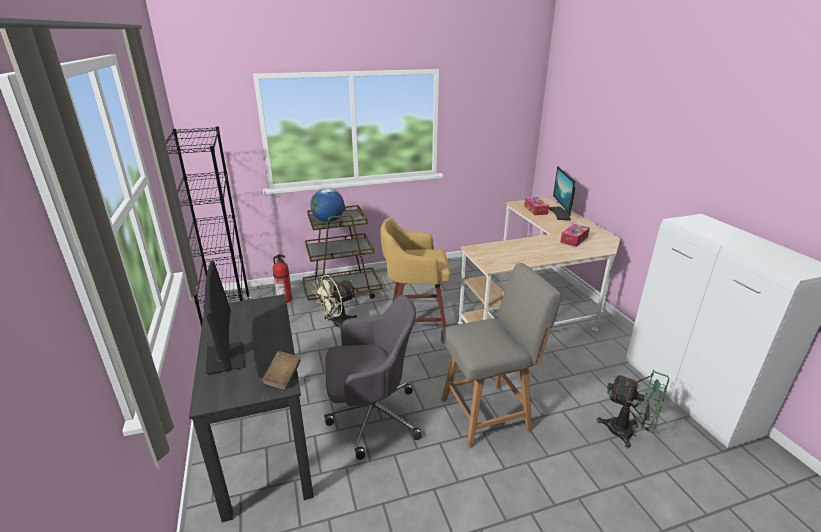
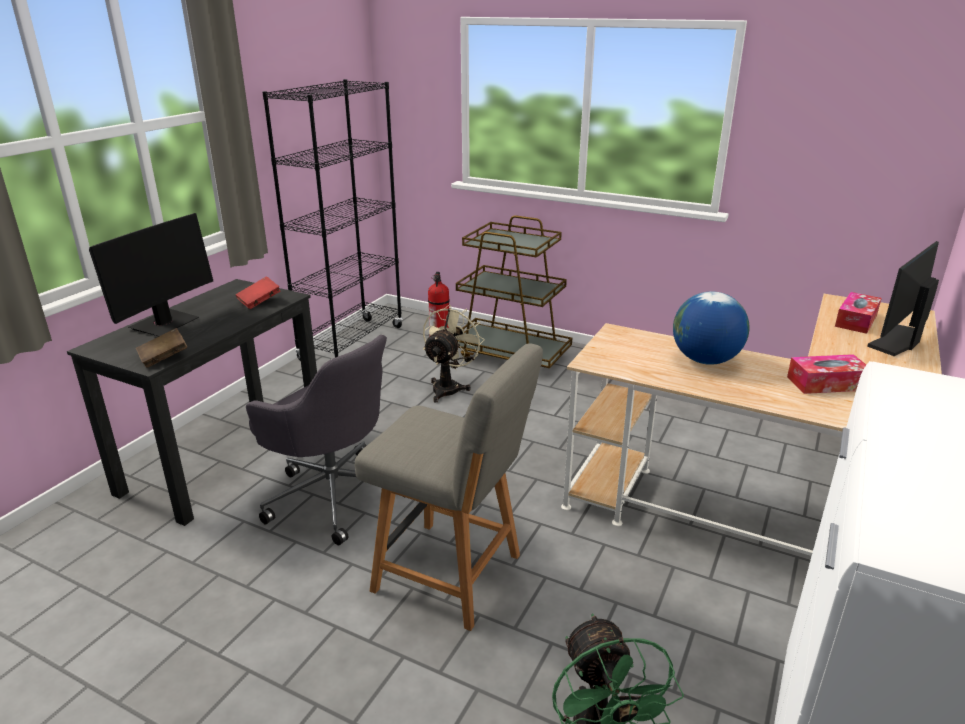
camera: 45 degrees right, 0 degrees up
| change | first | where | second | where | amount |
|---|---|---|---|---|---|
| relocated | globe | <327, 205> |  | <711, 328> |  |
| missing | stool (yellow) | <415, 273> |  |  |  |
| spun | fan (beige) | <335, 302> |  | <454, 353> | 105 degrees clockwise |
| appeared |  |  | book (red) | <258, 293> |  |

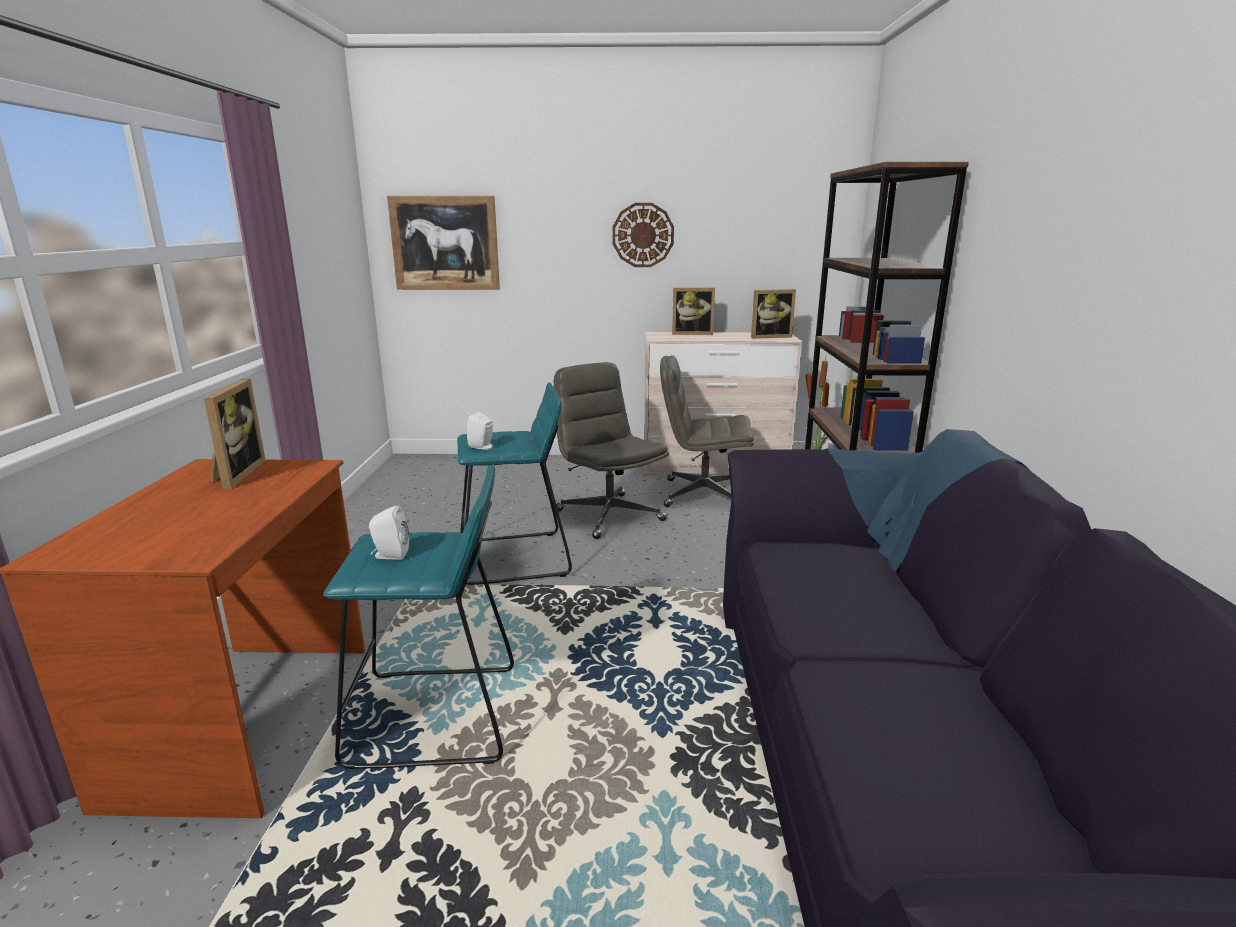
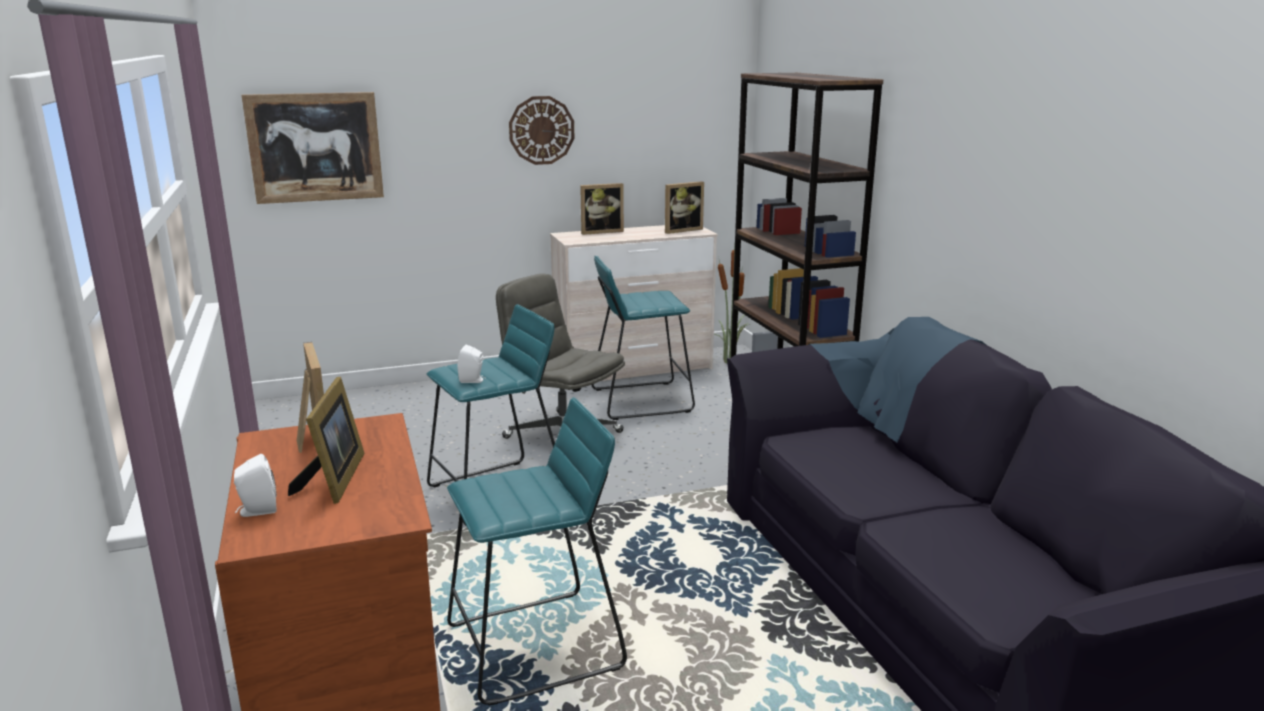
camera: 20 degrees left, 0 degrees up
| change | first | where | second | where | amount |
|---|---|---|---|---|---|
| exchanged | office chair (grey) | <707, 431> | stool (turquoise) | <643, 338> |  |
| relocated | speaker (white) | <389, 532> |  | <255, 485> |  |
| appeared |  |  | picture frame | <326, 440> |  |

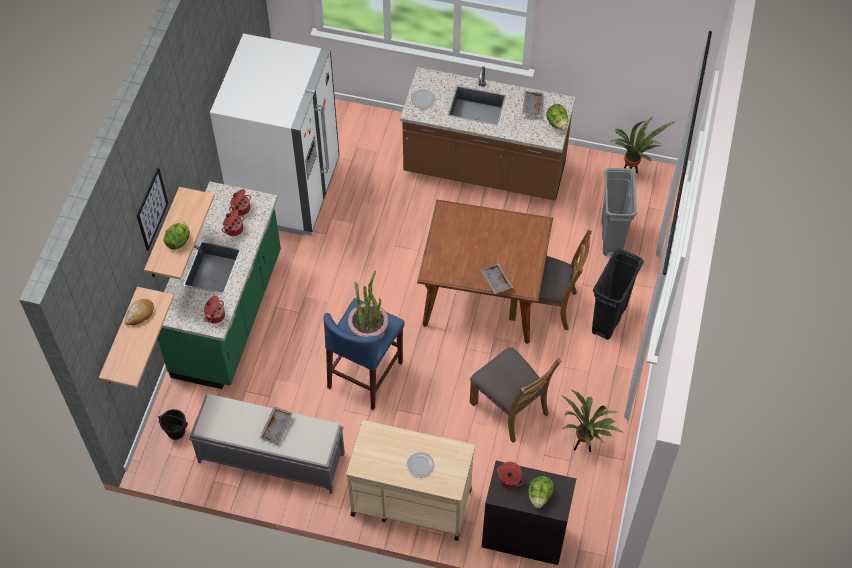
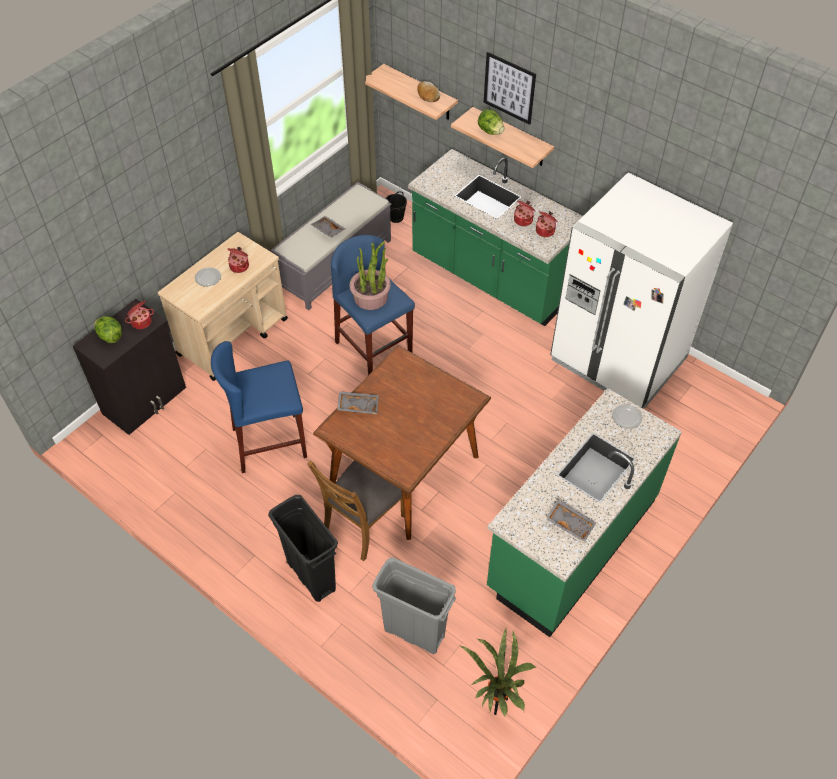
camera: 115 degrees right, 5 degrees down
| change | first | where | second | where | amount |
|---|---|---|---|---|---|
| colour | counter (brown) | <487, 133> | counter (green) | <584, 512> |  |
| missing | lettuce | <557, 117> |  |  |  |
| relocated | cooking pot | <214, 310> |  | <238, 260> |  |
| exchanged | chair (brown) | <515, 395> | stool (blue) | <259, 407> |  |
| missing | potted plant | <591, 421> |  |  |  |

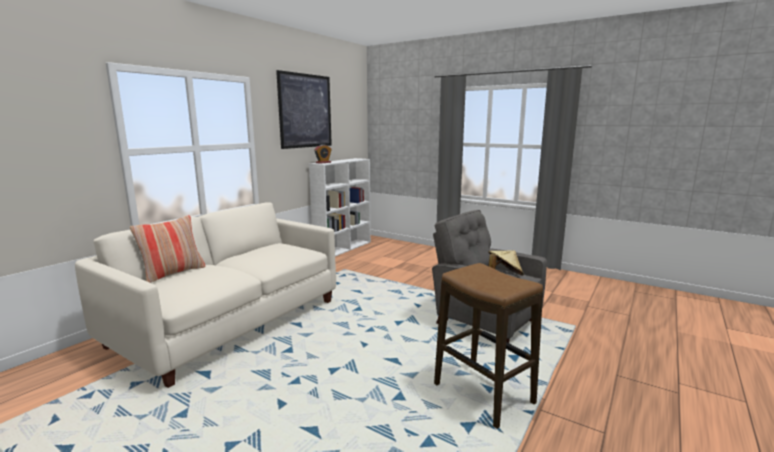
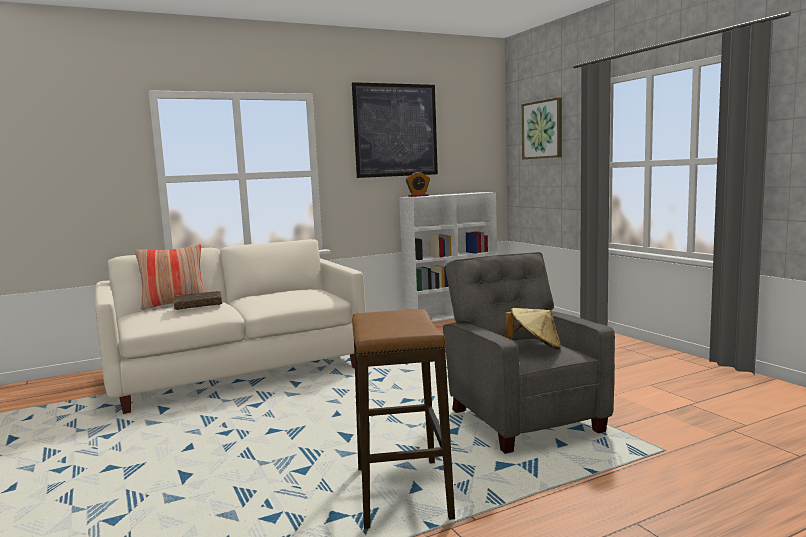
camera: 30 degrees right, 5 degrees down
| change | first | where | second | where | amount |
|---|---|---|---|---|---|
| appeared |  |  | picture | <542, 128> |  |
| appeared |  |  | book (brown) | <197, 300> |  |

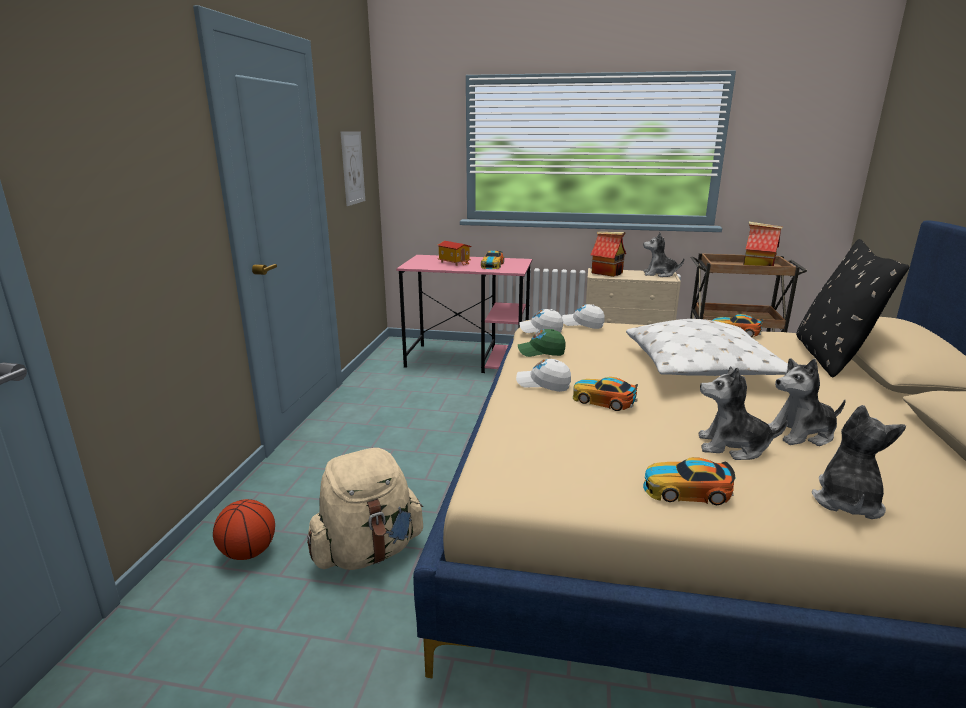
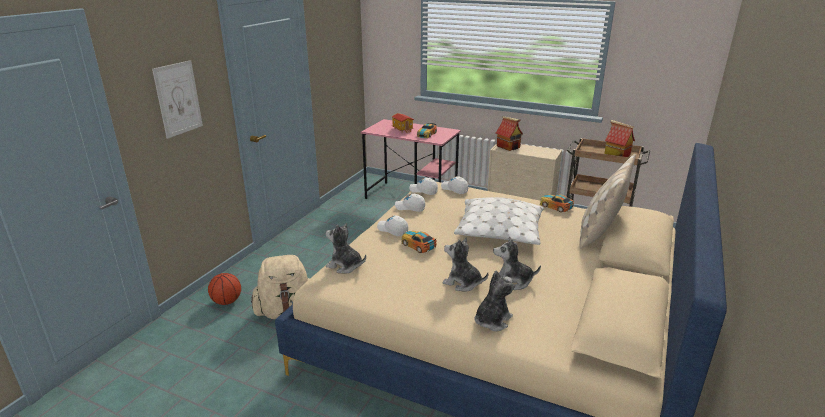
camera: 15 degrees right, 5 degrees up
| change | first | where | second | where | amount |
|---|---|---|---|---|---|
| relocated | picture | <352, 168> |  | <177, 99> |  |
| relocated | plush toy | <663, 254> |  | <345, 248> |  |
| colour | pillow (black) | <852, 308> | pillow (beige) | <608, 201> |  |
| colour | cap (green) | <541, 343> | cap (white) | <410, 203> |  |
| missing | toy car | <689, 481> |  |  |  |

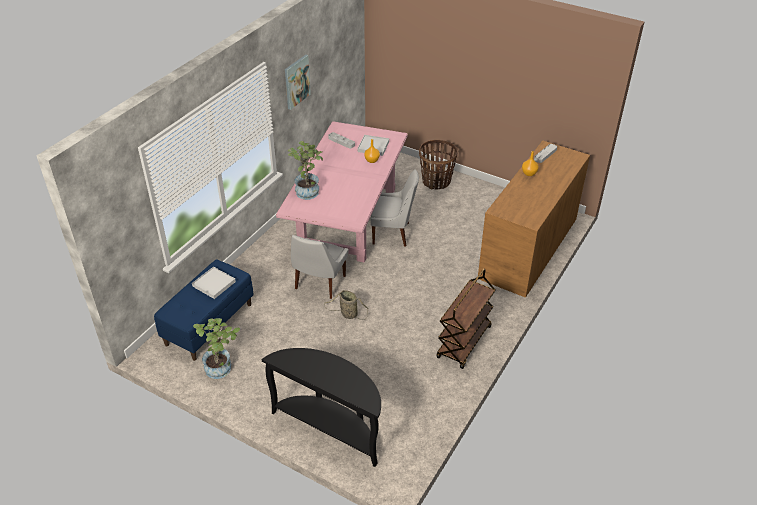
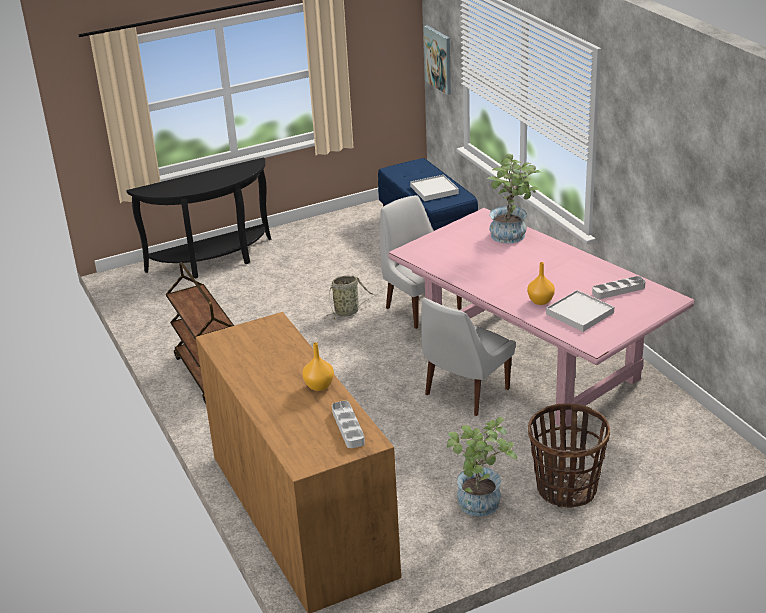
camera: 125 degrees right, 10 degrees down
| change | first | where | second | where | amount |
|---|---|---|---|---|---|
| relocated | picture | <298, 82> |  | <437, 60> |  |
| relocated | potted plant | <216, 348> |  | <482, 466> |  |

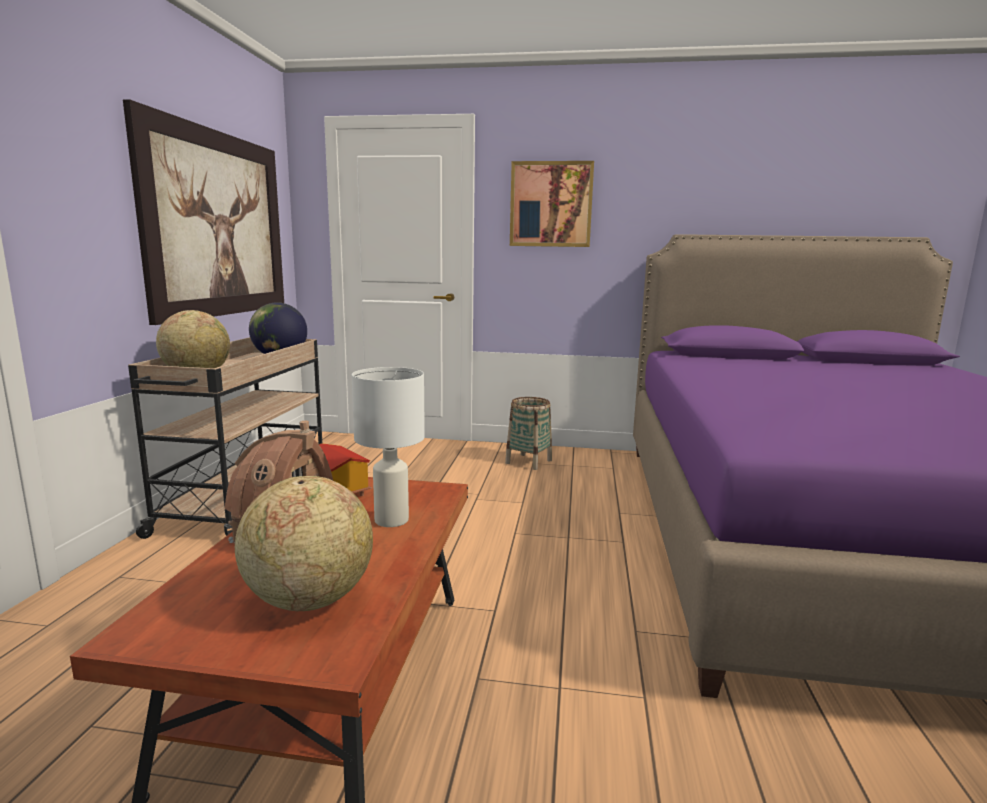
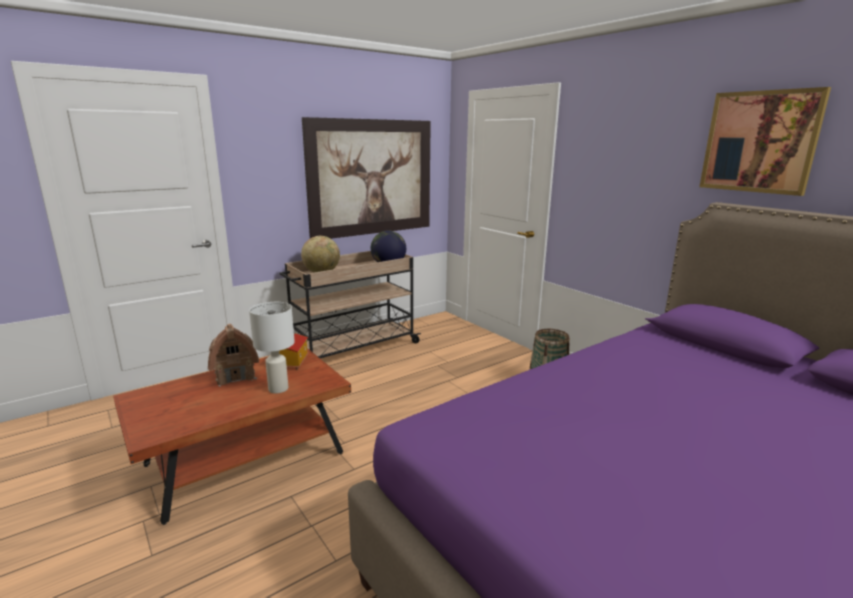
camera: 45 degrees right, 5 degrees up
| change | first | where | second | where | amount |
|---|---|---|---|---|---|
| relocated | picture | <552, 204> |  | <765, 141> |  |
| missing | globe | <304, 543> |  |  |  |

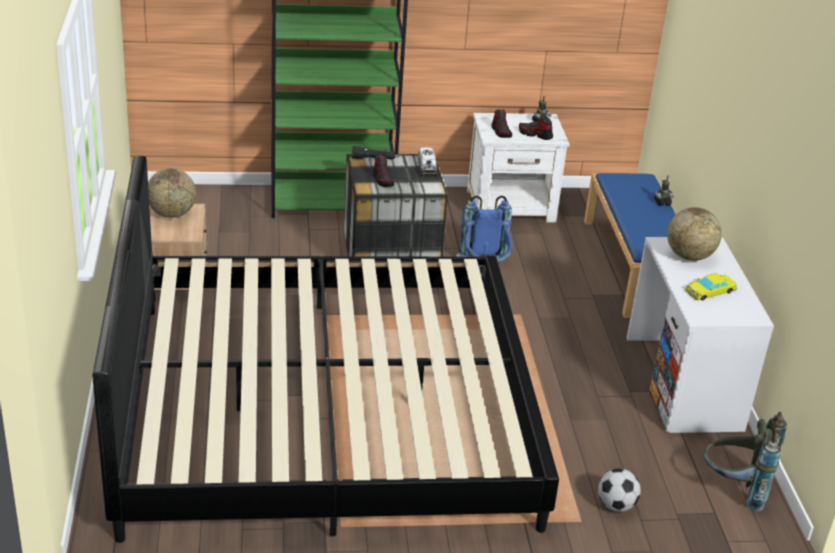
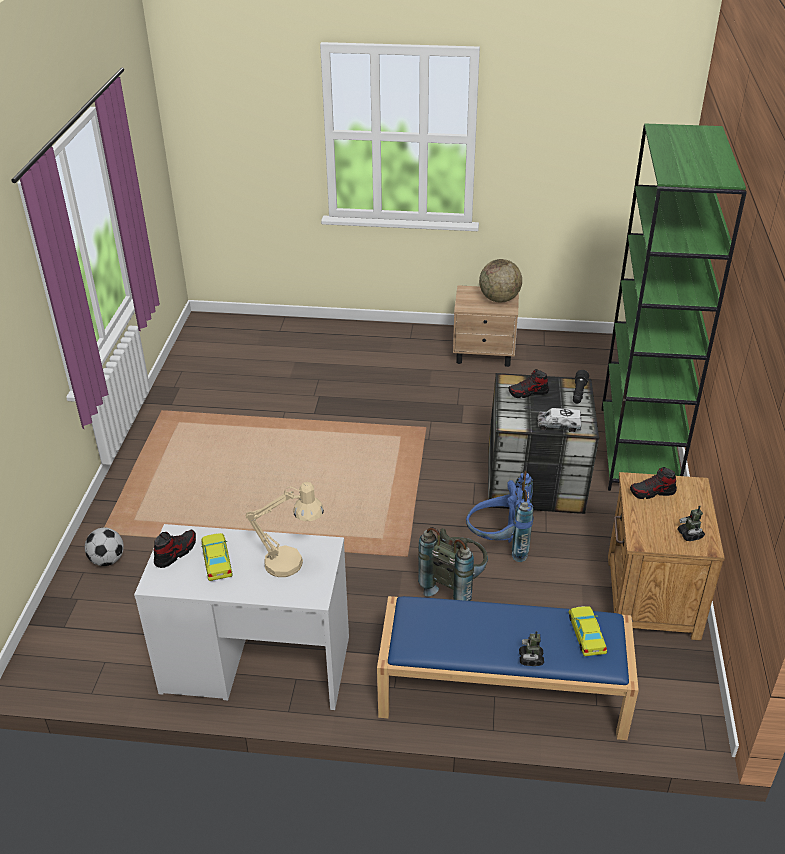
camera: 105 degrees right, 5 degrees up
| change | first | where | second | where | amount |
|---|---|---|---|---|---|
| colour | nightstand (white) | <518, 167> | nightstand (brown) | <666, 556> |  |
| relocated | shoe | <536, 127> |  | <175, 548> |  |
| missing | bed | <325, 349> |  |  |  |
| exchanged | globe | <694, 234> | table lamp (beige) | <284, 529> |  |
| relocated | backpack (grey) | <745, 462> |  | <453, 564> |  |
| appeared |  |  | toy car (yellow) | <587, 631> |  |

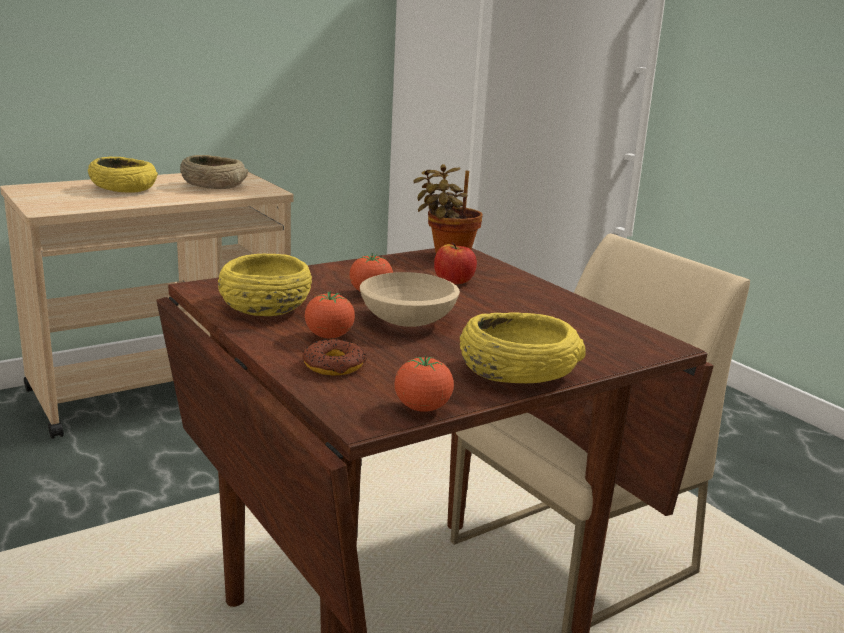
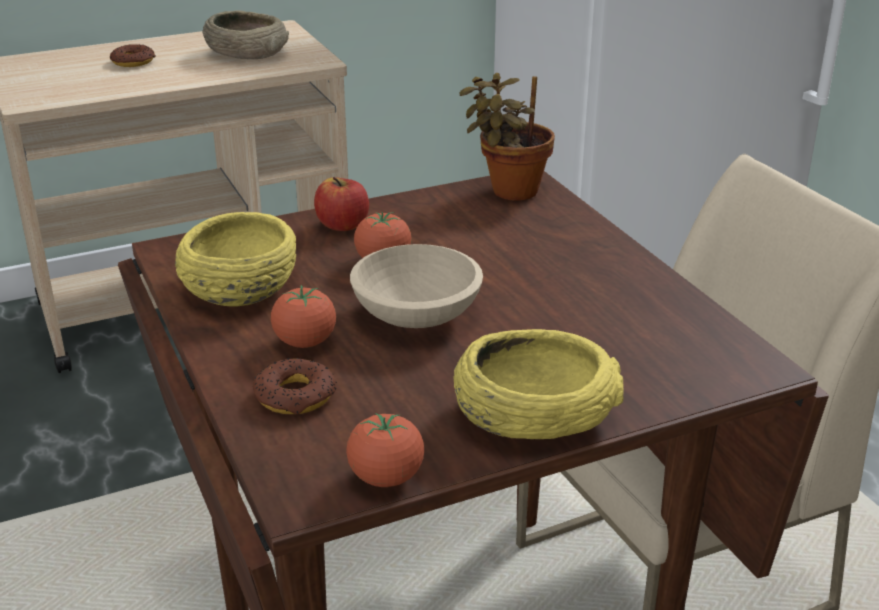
camera: 10 degrees right, 10 degrees up
| change | first | where | second | where | amount |
|---|---|---|---|---|---|
| exchanged | bowl (yellow) | <123, 175> | donut | <132, 55> |  |
| relocated | apple | <455, 263> |  | <341, 204> |  |

